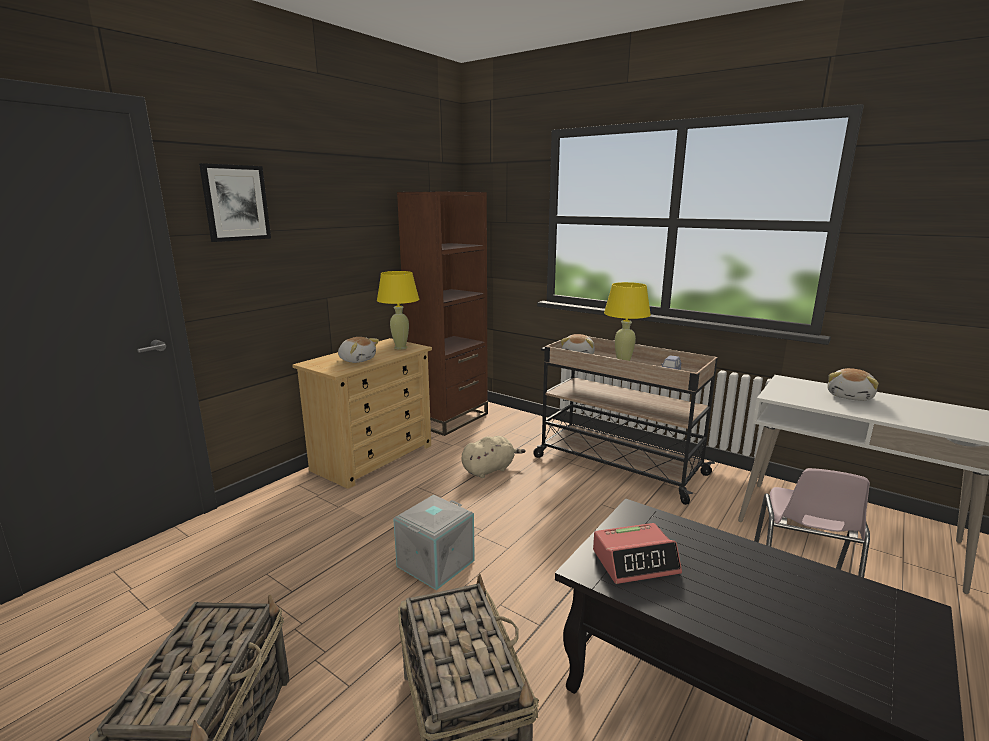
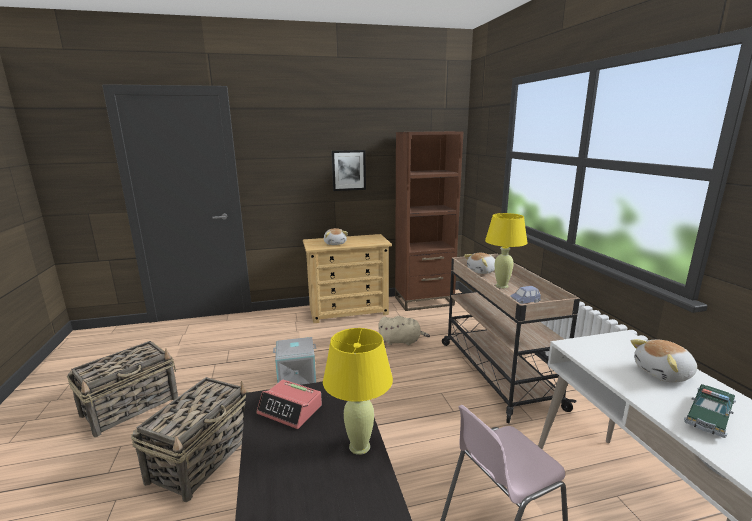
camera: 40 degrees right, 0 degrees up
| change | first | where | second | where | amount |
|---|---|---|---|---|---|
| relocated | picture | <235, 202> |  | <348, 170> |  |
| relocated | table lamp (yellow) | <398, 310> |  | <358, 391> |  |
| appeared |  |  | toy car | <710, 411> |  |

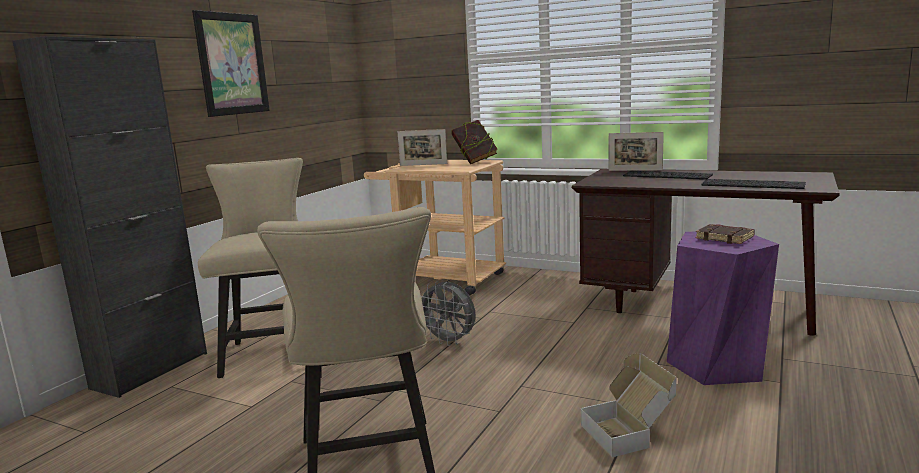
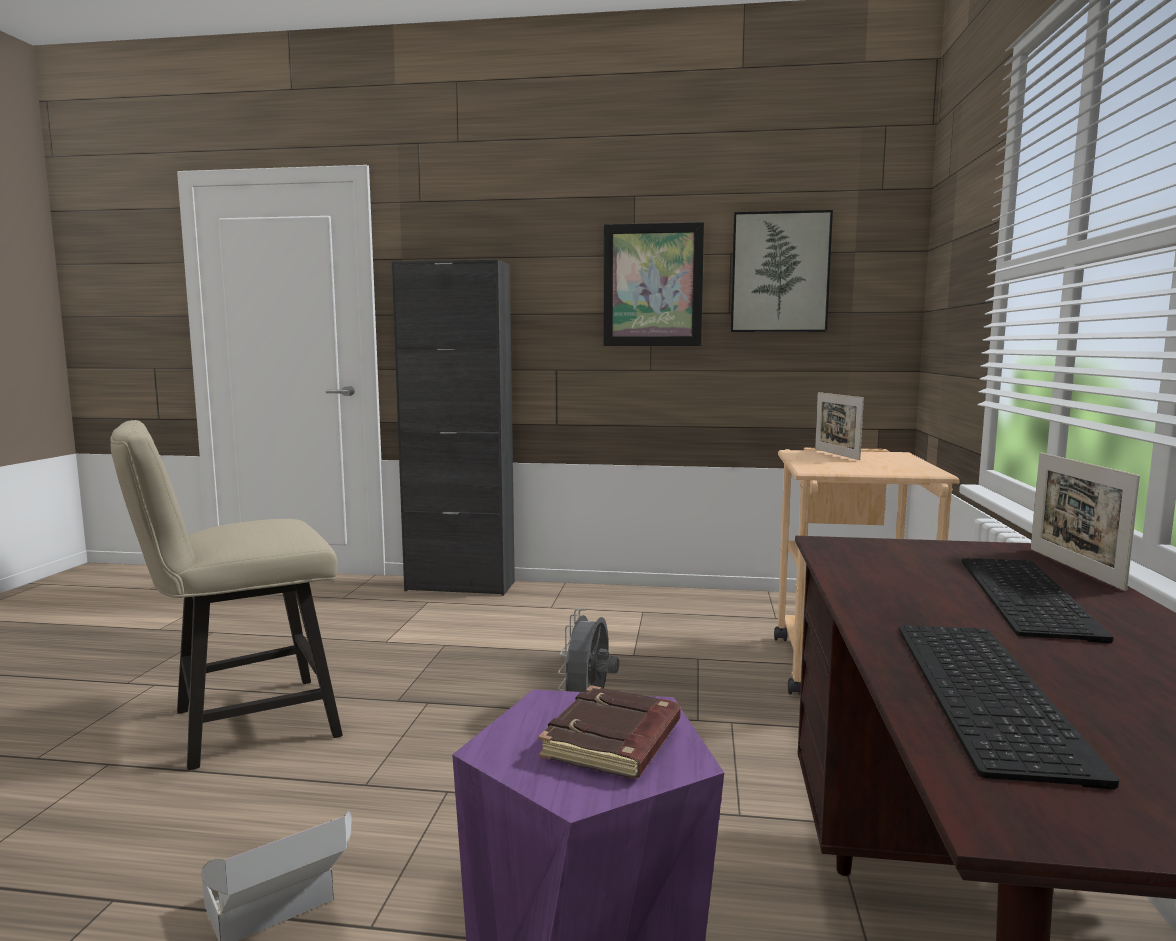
camera: 70 degrees right, 5 degrees down
| change | first | where | second | where | amount |
|---|---|---|---|---|---|
| missing | book | <474, 142> |  |  |  |
| missing | chair (beige) | <250, 268> |  |  |  |
| appeared |  |  | picture | <782, 271> |  |

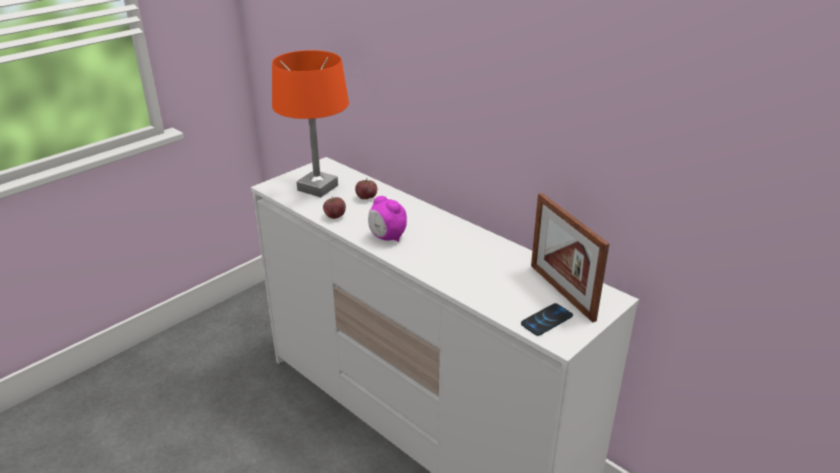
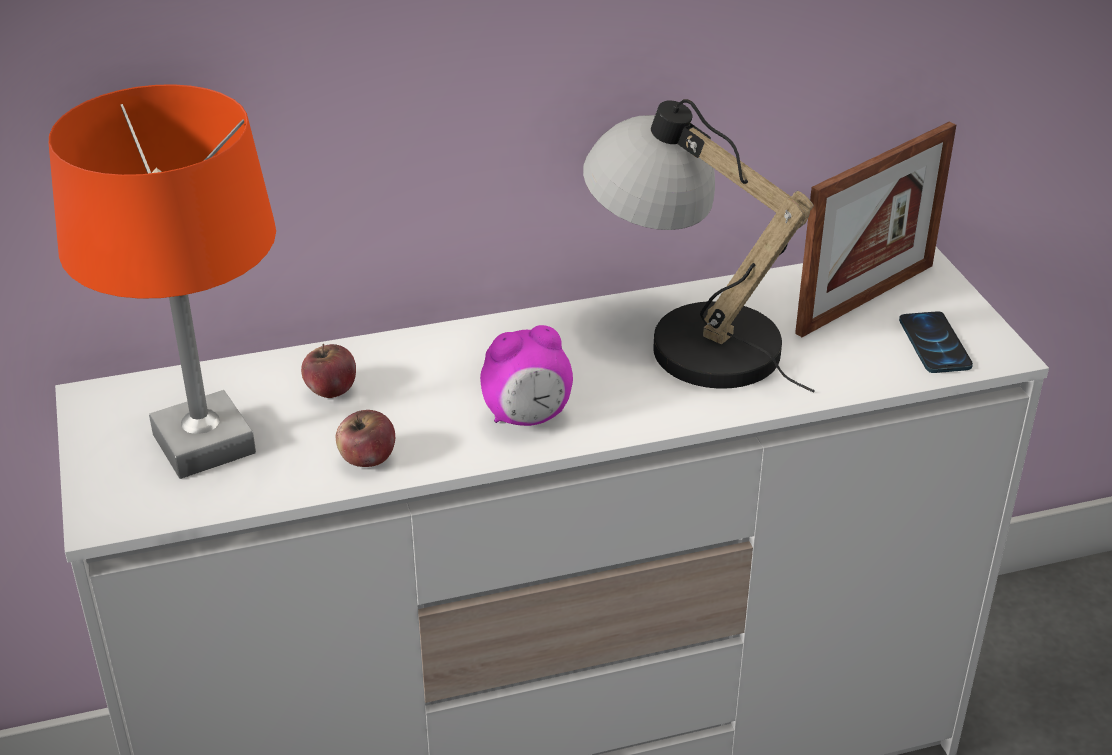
camera: 60 degrees left, 5 degrees up
| change | first | where | second | where | amount |
|---|---|---|---|---|---|
| spun | picture frame | <570, 258> |  | <875, 229> | 45 degrees counterclockwise |
| appeared |  |  | table lamp | <699, 246> |  |

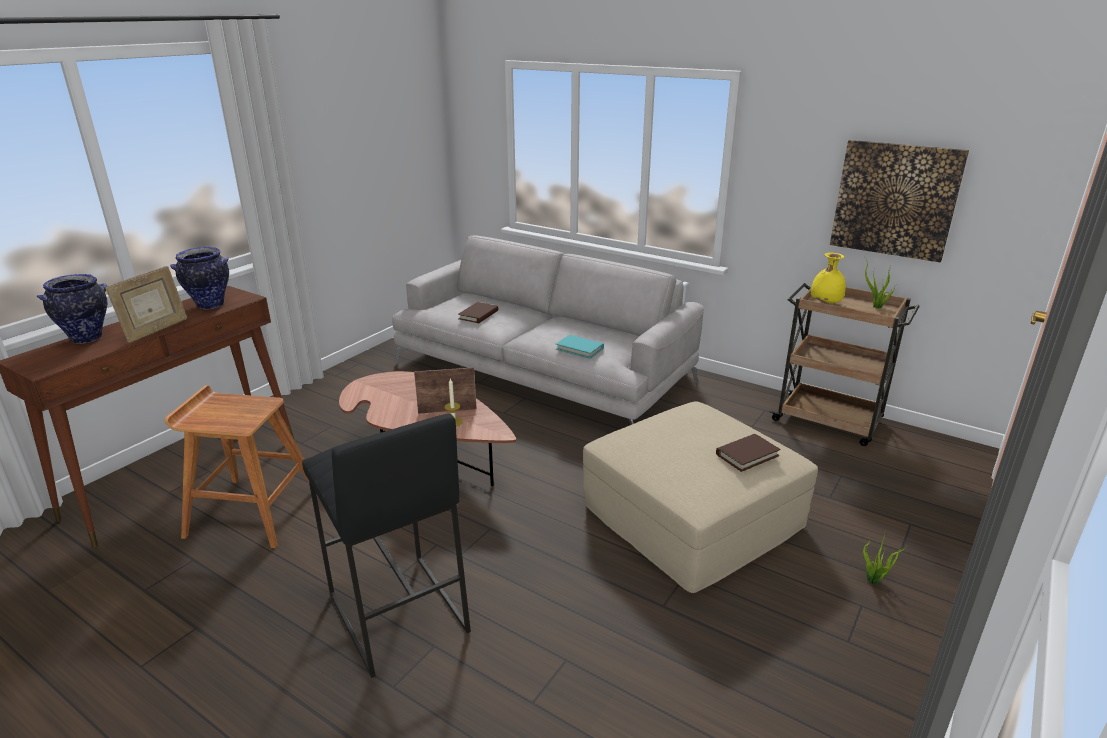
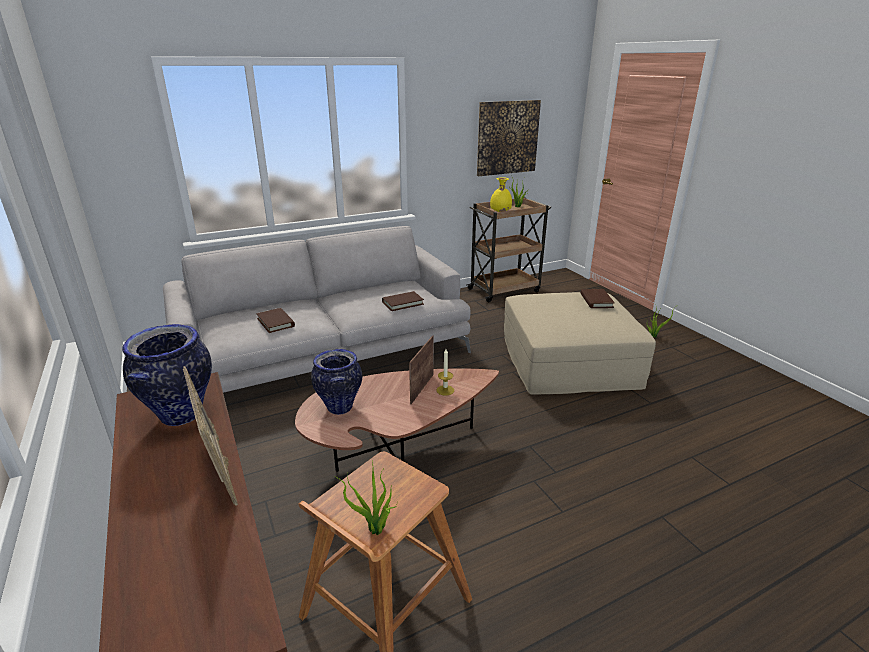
camera: 60 degrees left, 0 degrees up
| change | first | where | second | where | amount |
|---|---|---|---|---|---|
| relocated | vase | <72, 309> |  | <336, 382> |  |
| colour | book (turquoise) | <580, 347> | book (brown) | <403, 301> |  |
| missing | stool (black) | <386, 546> |  |  |  |
| appeared |  |  | potted plant | <365, 498> |  |

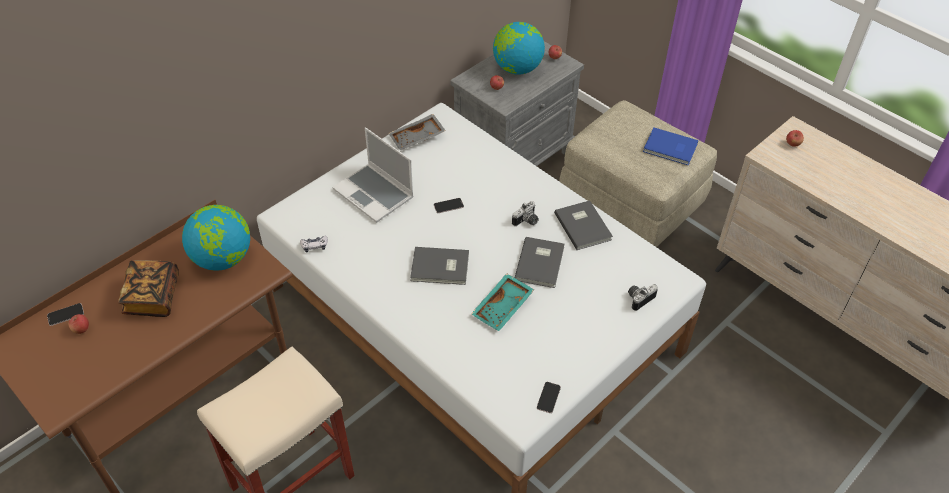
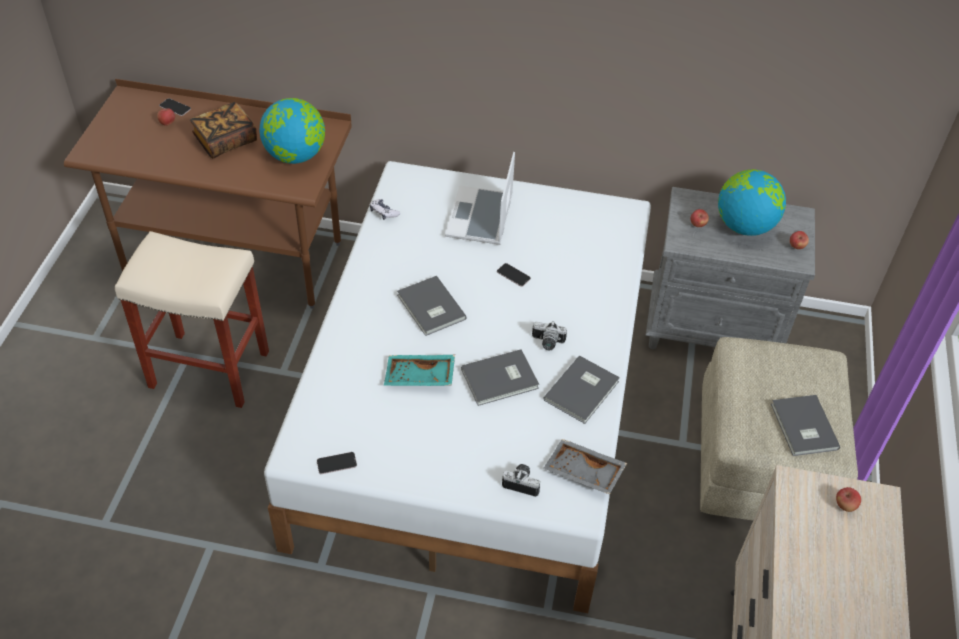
camera: 55 degrees right, 0 degrees up
| change | first | where | second | where | amount |
|---|---|---|---|---|---|
| relocated | tray (grey) | <417, 132> |  | <585, 467> |  |
| colour | book (blue) | <670, 146> | book (grey) | <805, 425> |  |

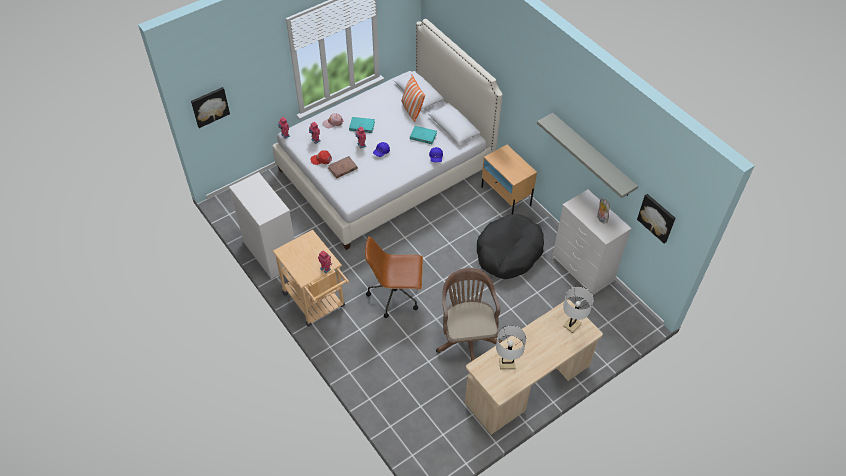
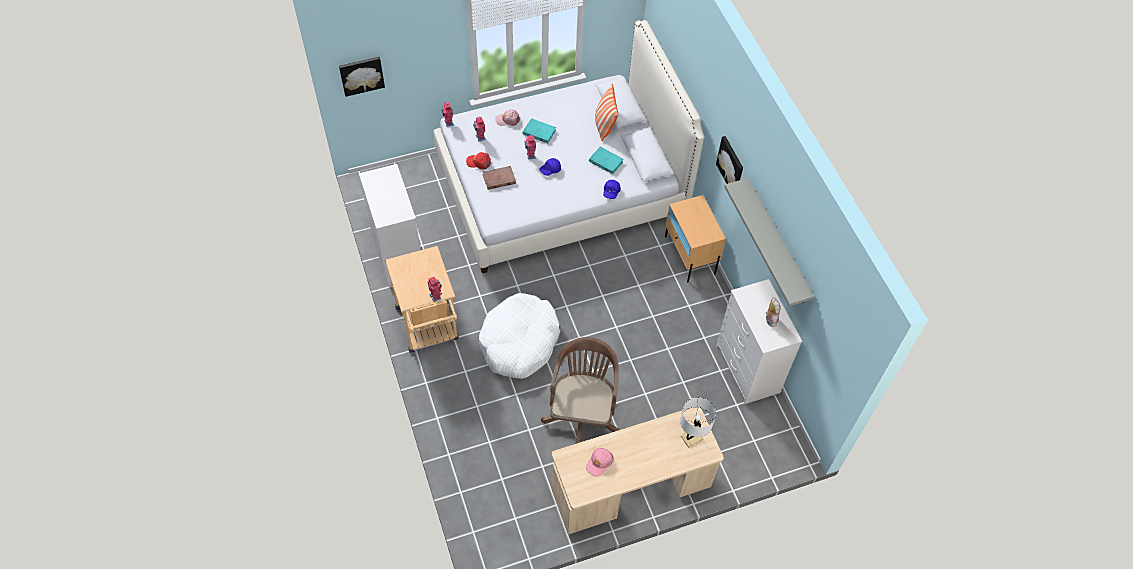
camera: 15 degrees right, 5 degrees up
| change | first | where | second | where | amount |
|---|---|---|---|---|---|
| relocated | picture | <656, 219> |  | <729, 160> |  |
| missing | dog bed (black) | <510, 246> |  |  |  |
| exchanged | office chair (brown) | <394, 277> | dog bed (white) | <519, 336> |  |
| exchanged | table lamp (white) | <511, 347> | cap (pink) | <600, 462> |  |

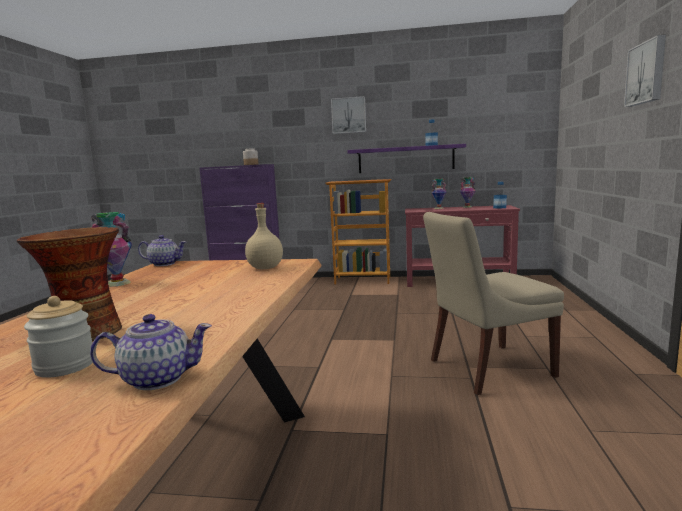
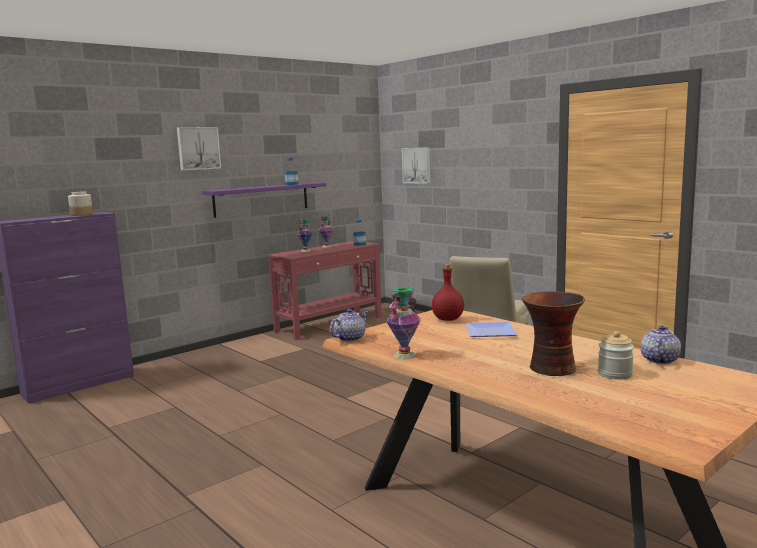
camera: 50 degrees left, 0 degrees up
| change | first | where | second | where | amount |
|---|---|---|---|---|---|
| relocated | picture | <645, 70> |  | <416, 165> |  |
| missing | bookcase | <358, 231> |  |  |  |
| colour | bottle (beige) | <264, 236> | bottle (red) | <448, 292> |  |
| appeared |  |  | plate | <491, 329> |  |

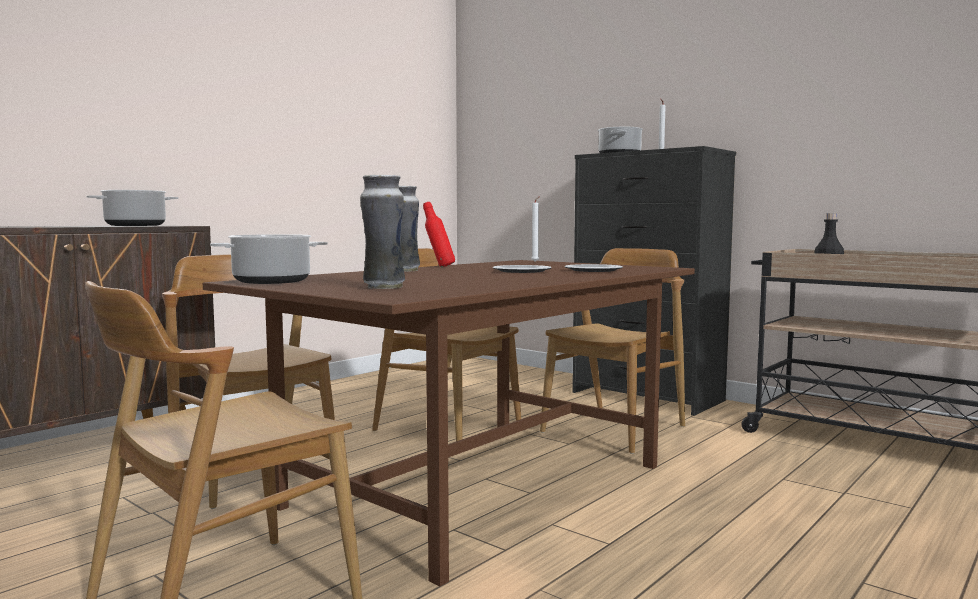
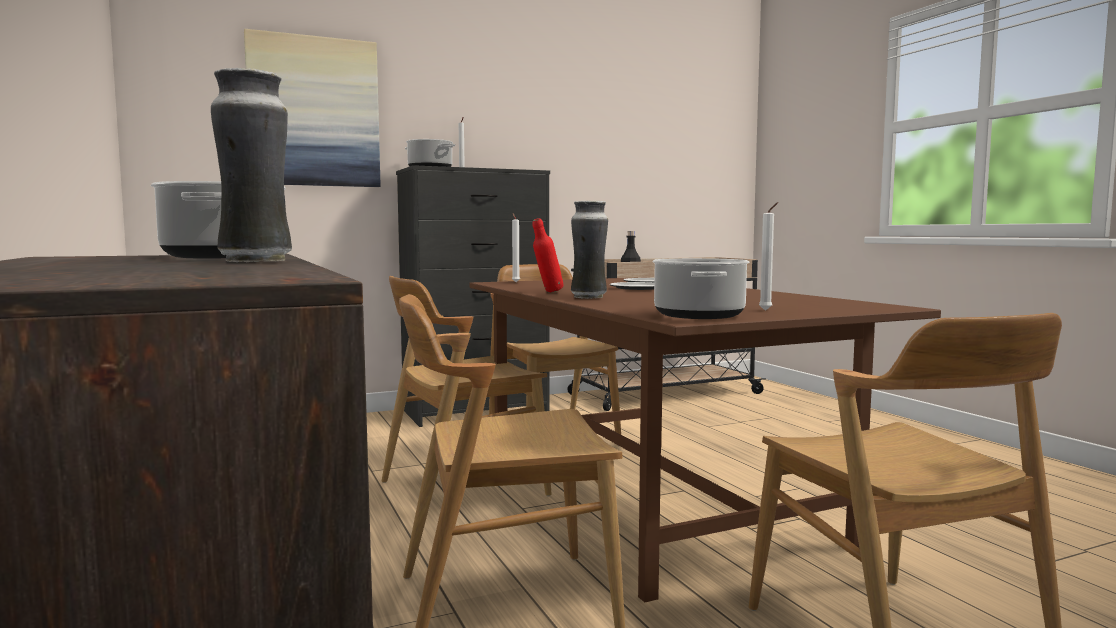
camera: 65 degrees left, 0 degrees up
| change | first | where | second | where | amount |
|---|---|---|---|---|---|
| relocated | vase | <382, 232> |  | <251, 165> |  |
| appeared |  |  | picture | <312, 108> |  |
| appeared |  |  | candle (white) | <768, 256> |  |

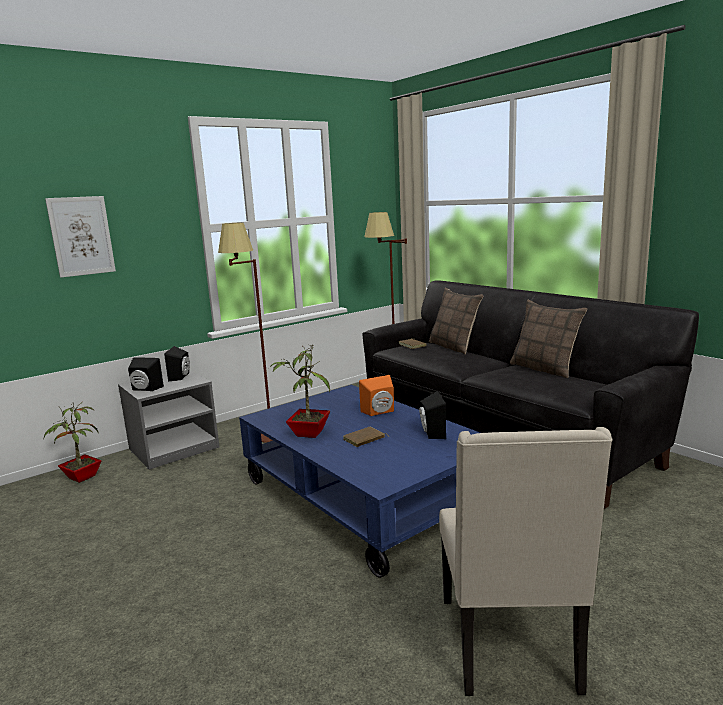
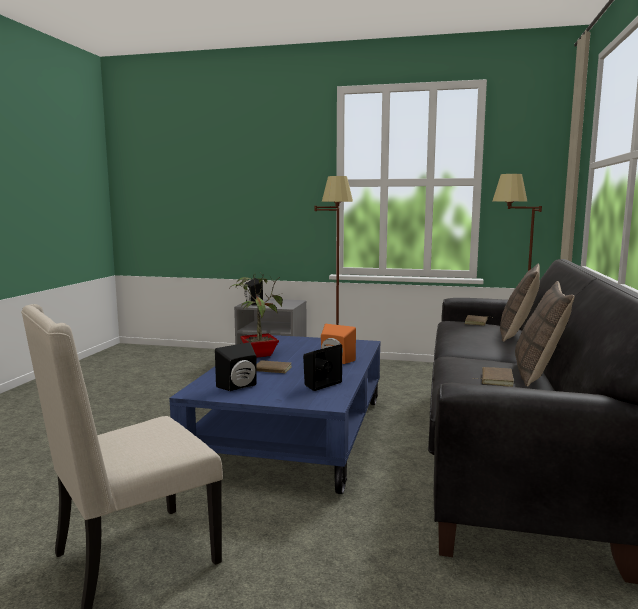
camera: 50 degrees right, 5 degrees down
| change | first | where | second | where | amount |
|---|---|---|---|---|---|
| missing | picture | <80, 237> |  |  |  |
| relocated | speaker (black) | <177, 363> |  | <236, 366> |  |
| missing | potted plant | <72, 442> |  |  |  |
| appeared |  |  | book (brown) | <493, 377> |  |

